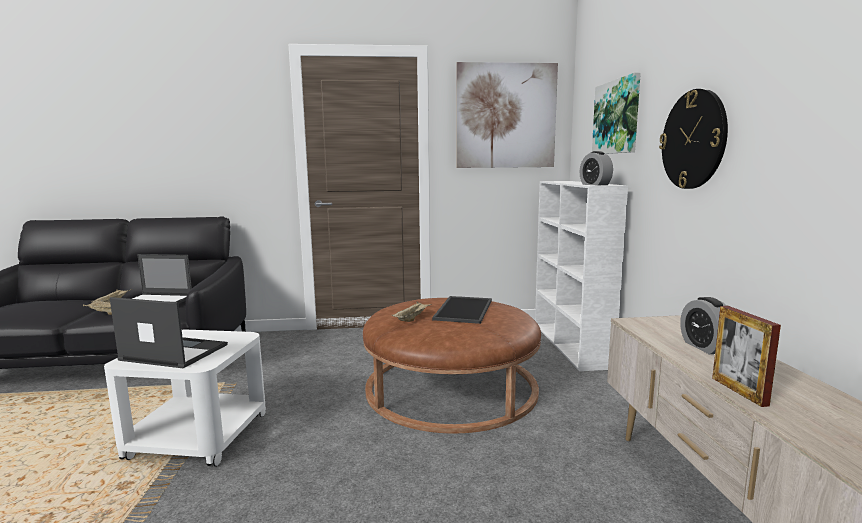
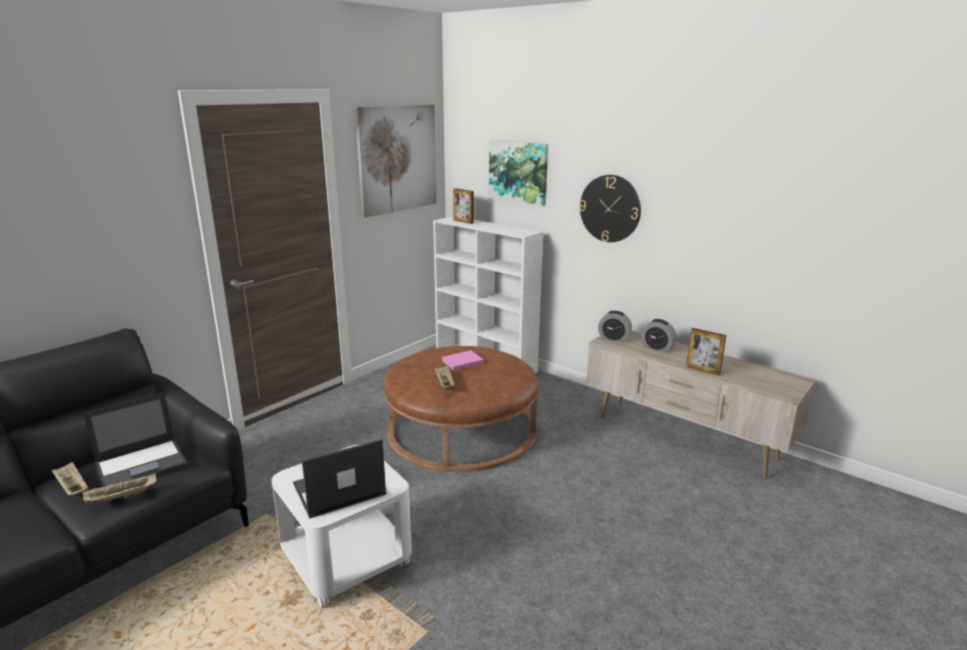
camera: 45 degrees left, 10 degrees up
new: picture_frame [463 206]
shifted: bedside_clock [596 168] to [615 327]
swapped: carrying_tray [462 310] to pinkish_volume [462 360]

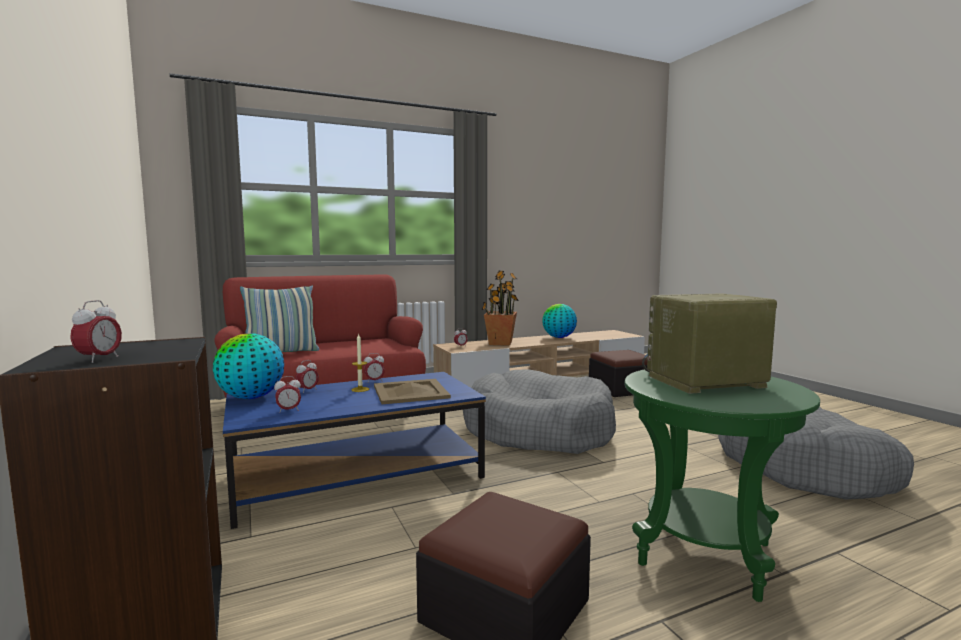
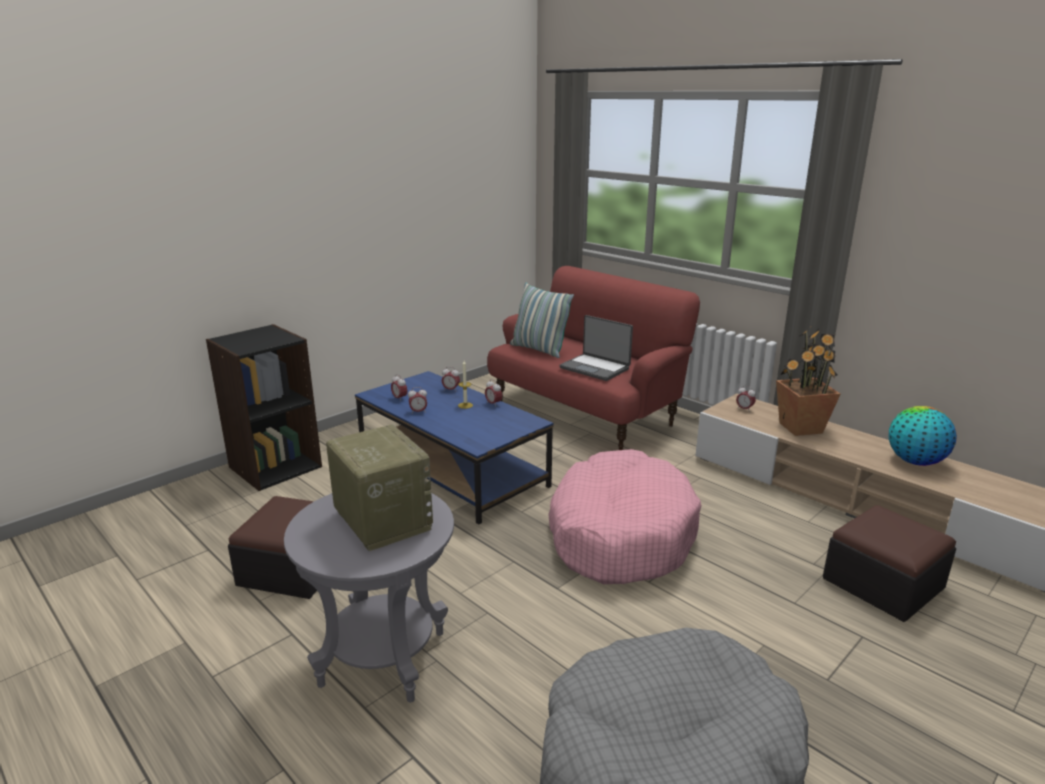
camera: 70 degrees right, 15 degrees up
gone: globe [248 366]; beige_carrying_tray [412 391]
new: laptop [596 348]
shifted: bedside_clock [96 331] to [417 400]
repainted: gray_dog_cushion [539 411] to pinkish_dog_cushion [624 516]; green_end_table [722 485] to gray_end_table [369 597]

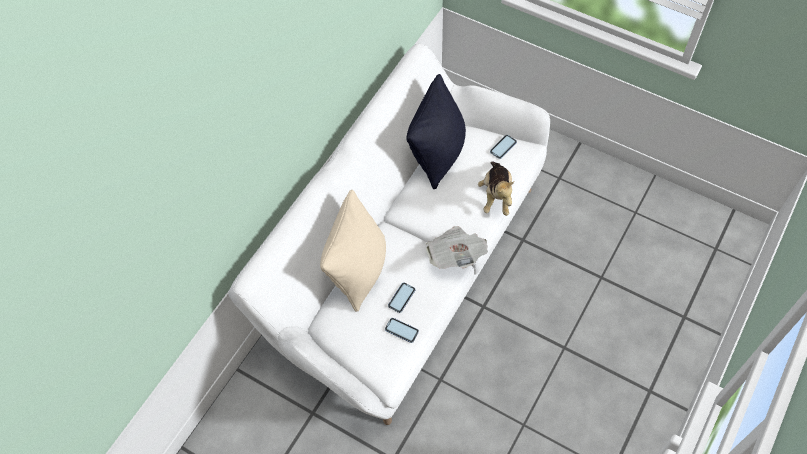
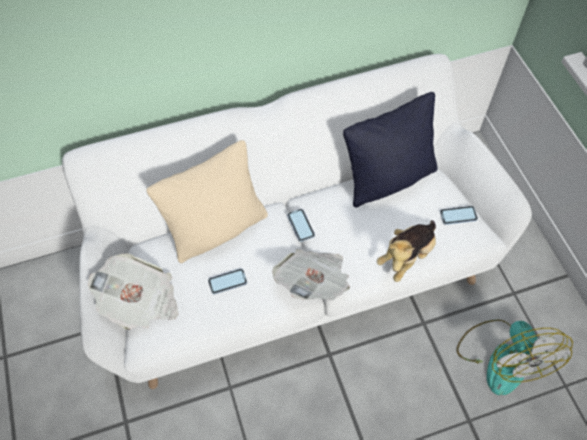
camera: 40 degrees right, 0 degrees up
new: newspaper [133 291]; cooling_fan [515 357]
shifted: telephone [402 330] to [301 225]

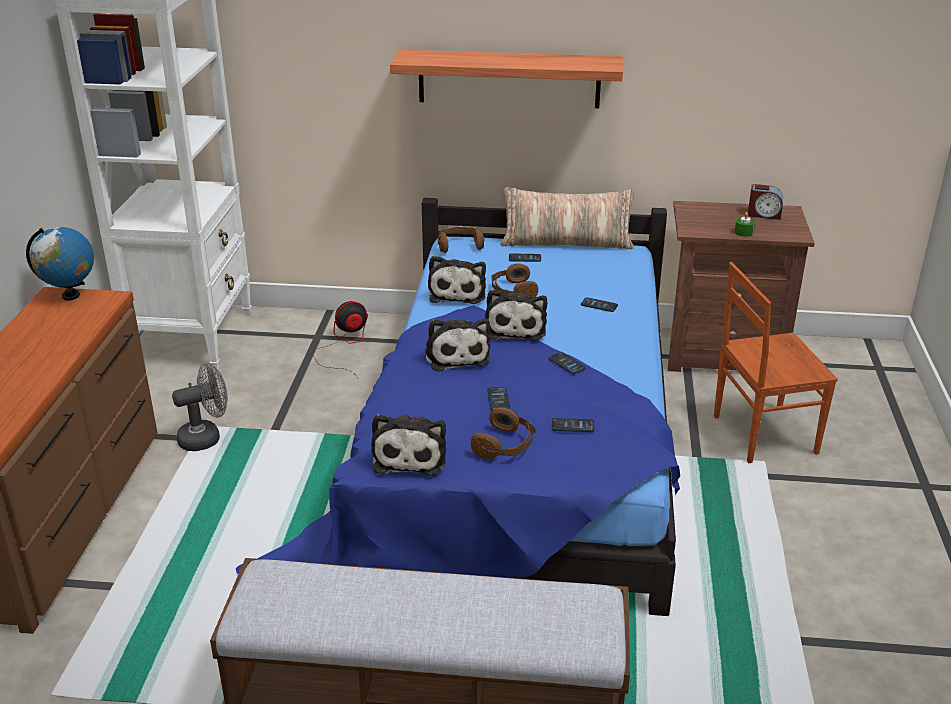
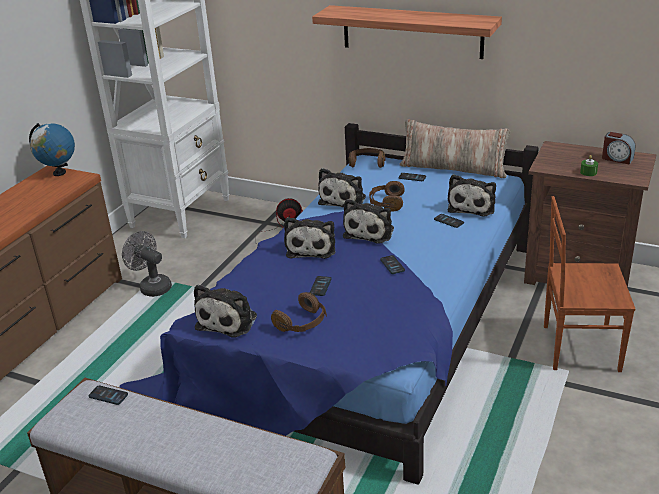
camera: 20 degrees right, 0 degrees up
new: cuddly_toy [472 195]
shifted: telephone [573 425] to [108 395]
rotated: gray_cooling_fan [200 407] = [147 264] 135 degrees counterclockwise

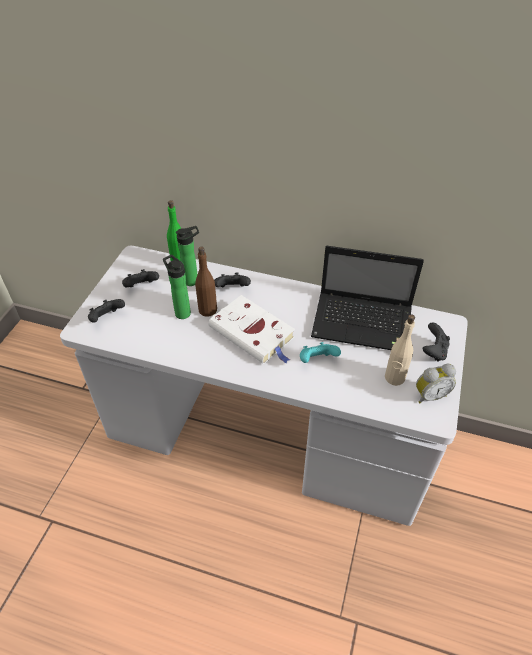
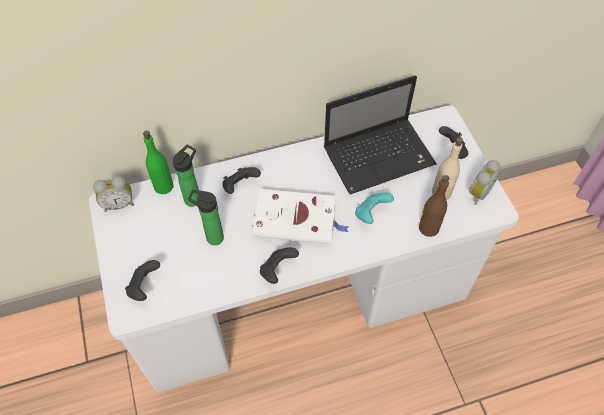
camera: 35 degrees left, 10 degrees up
new: bedside_clock [113 194]
shifted: brown-coloured_drink_bottle [206 281] to [434 206]; blackish_game_controller [140 278] to [279 265]

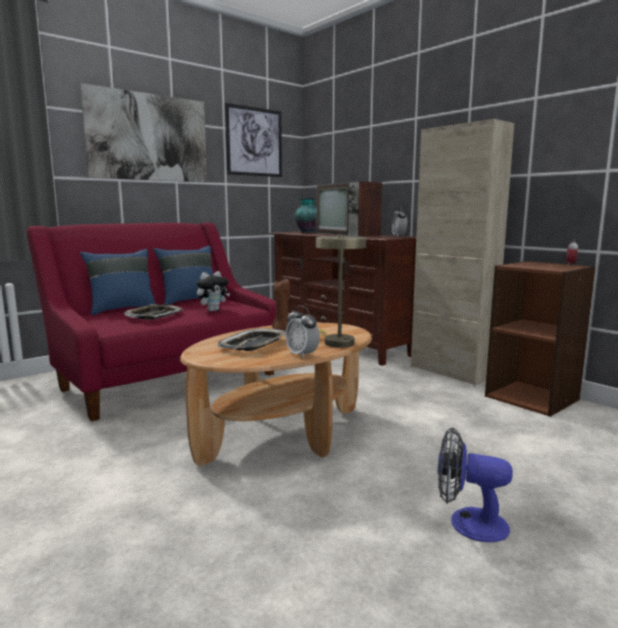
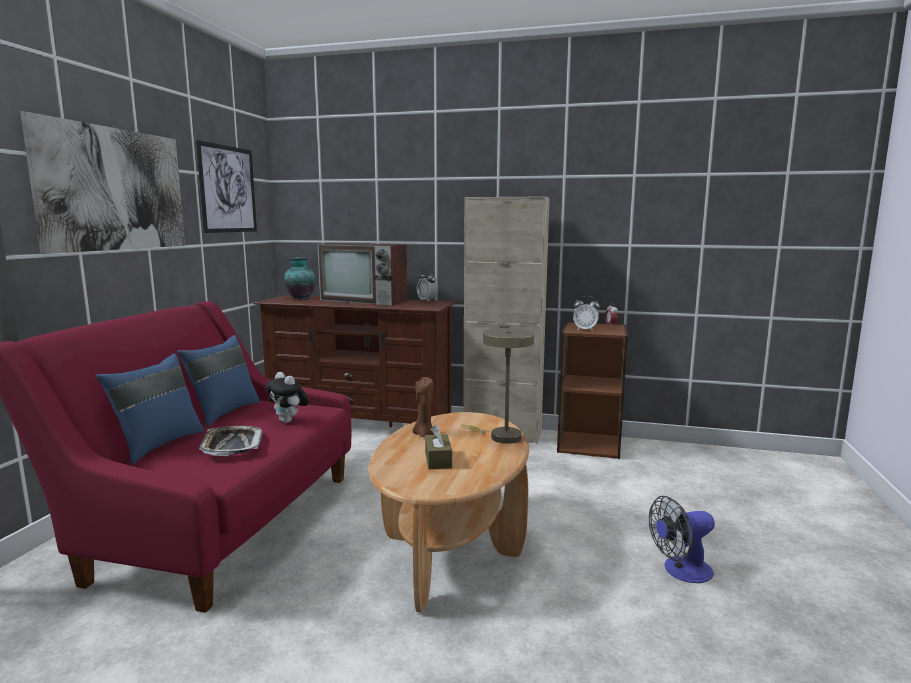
camera: 35 degrees left, 0 degrees up
shifted: bedside_clock [302 332] to [586 313]
swapped: carrying_tray [251 340] to brown-coloured_tissue_box [438 447]
rotated: cuddly_toy [213 291] = [287 397] 120 degrees clockwise

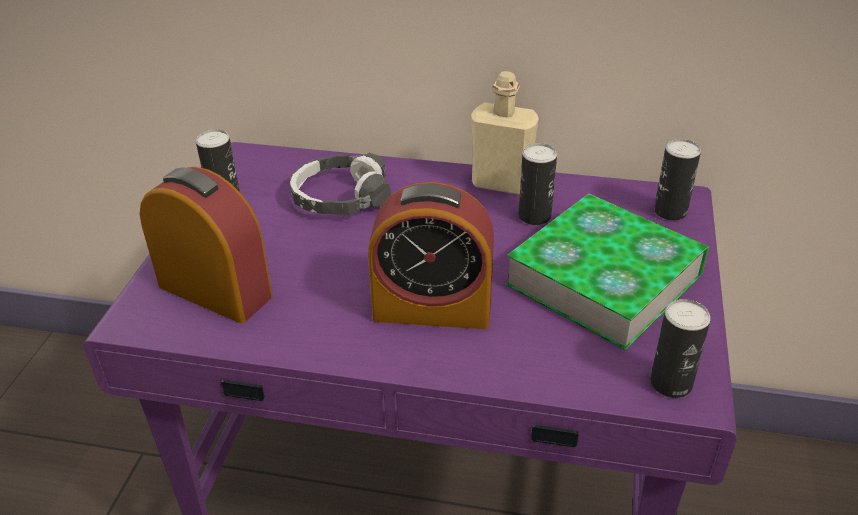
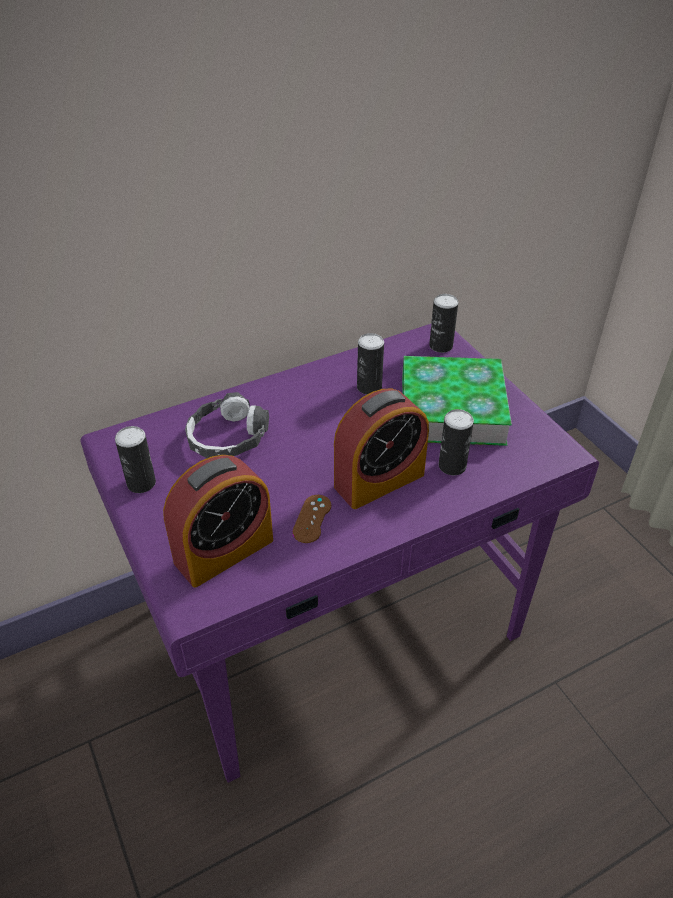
camera: 40 degrees left, 5 degrees up
gone: beige_drink_bottle [505 133]
new: brown-coloured_game_controller [311 519]
shifted: sealed_can [680 348] to [456 442]
rotated: bedside_clock [206 245] = [218 521] 150 degrees clockwise

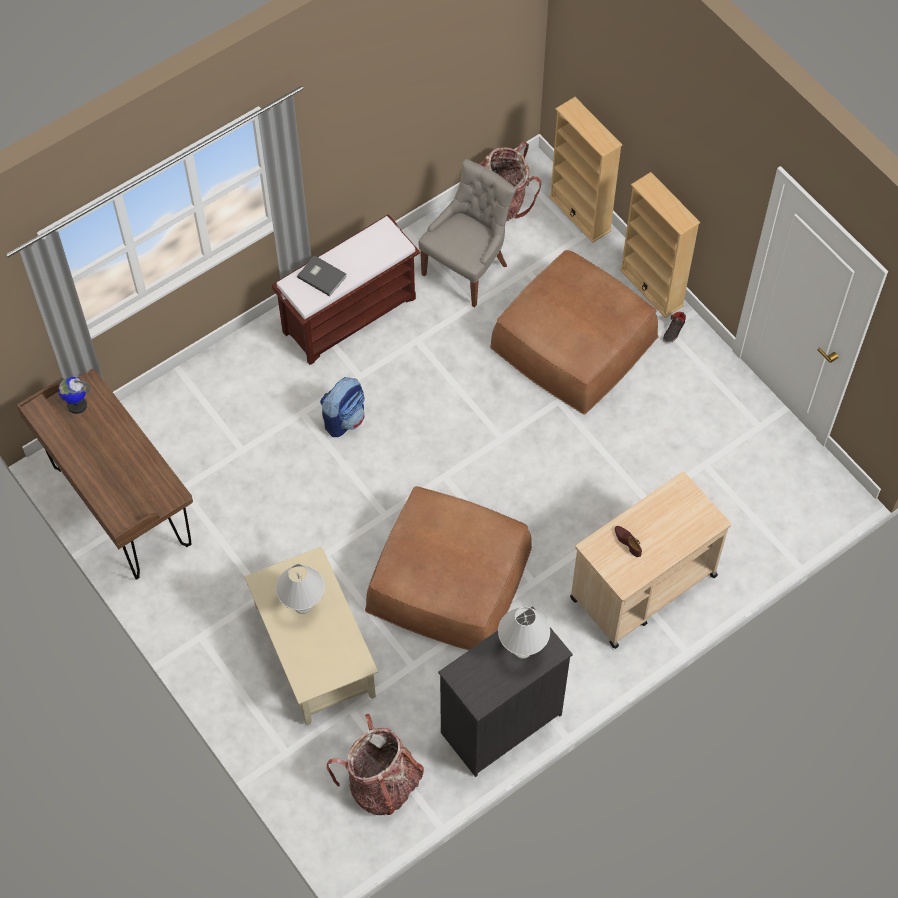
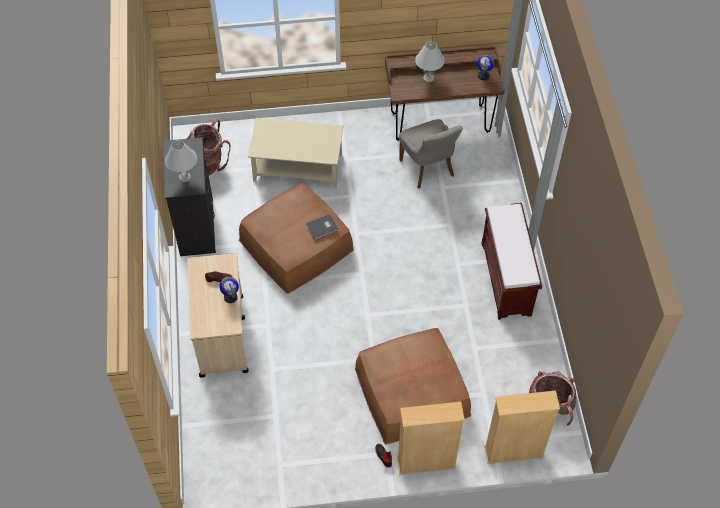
camera: 120 degrees right, 5 degrees down
gone: backpack [342 407]
new: globe [229 290]
shifted: gray_chair [467 233] to [431 154]; gray_volume [322 275] to [322 227]; white-coloured_table_lamp [300 589] to [430 61]

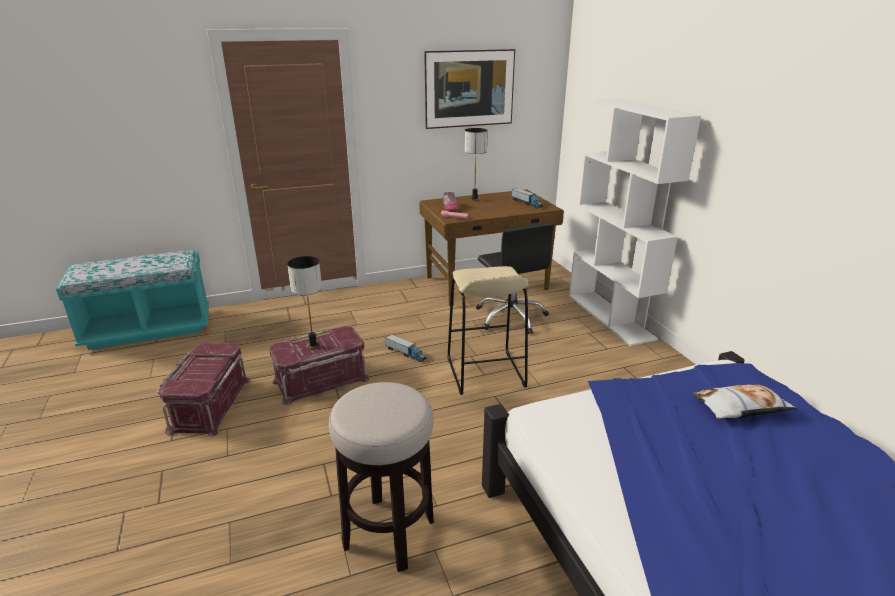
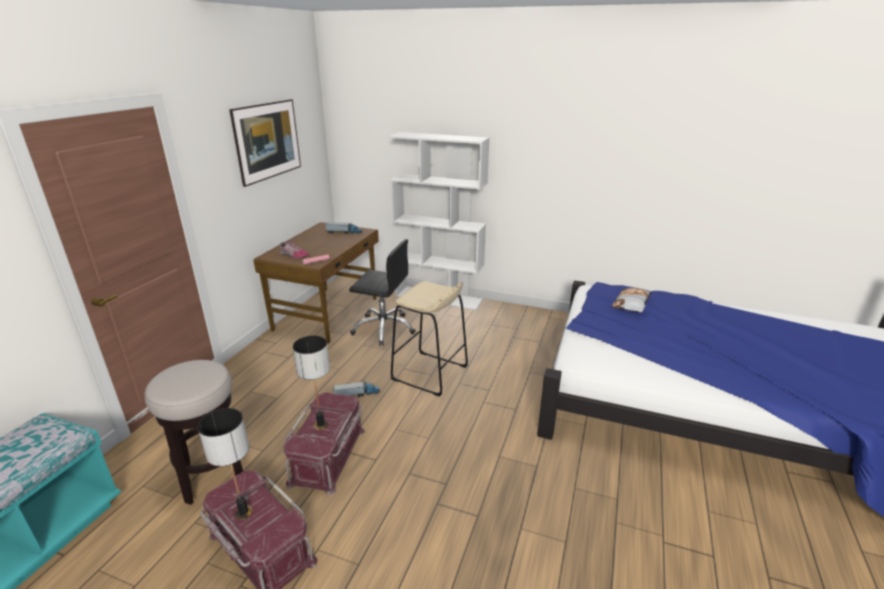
camera: 50 degrees left, 0 degrees up
shifted: table_lamp [476 164] to [225 464]; stool [381 477] to [193 432]

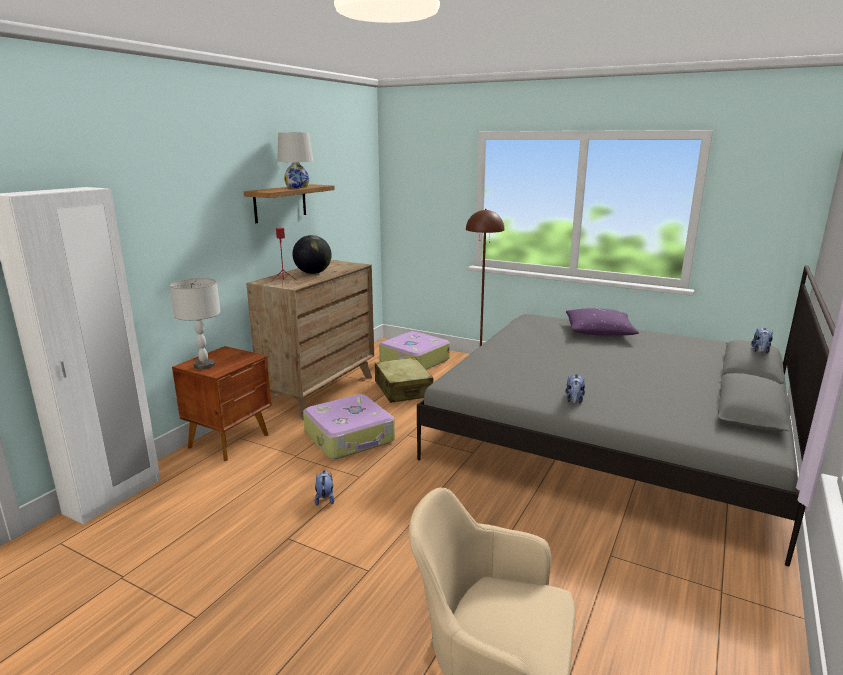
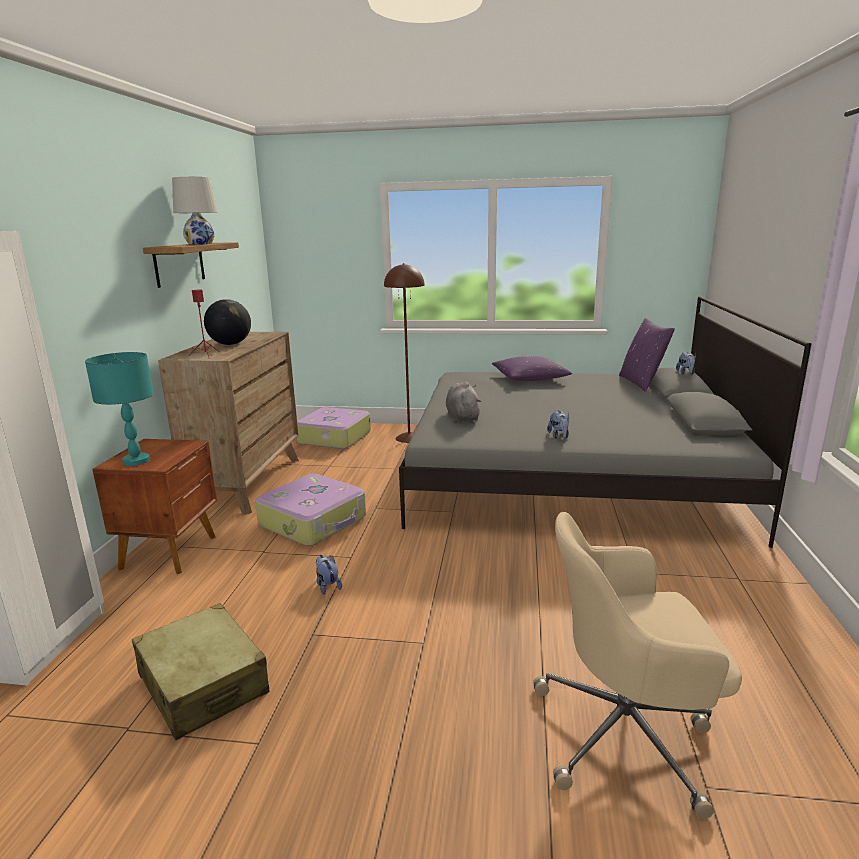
camera: 20 degrees left, 0 degrees up
new: purple_cushion [647 354]; gray_cuddly_toy [463 401]
shifted: beige_piece_of_luggage [404 380] to [200 671]
repainted: gray_table_lamp [195 323] to turquoise-coloured_table_lamp [119 409]

